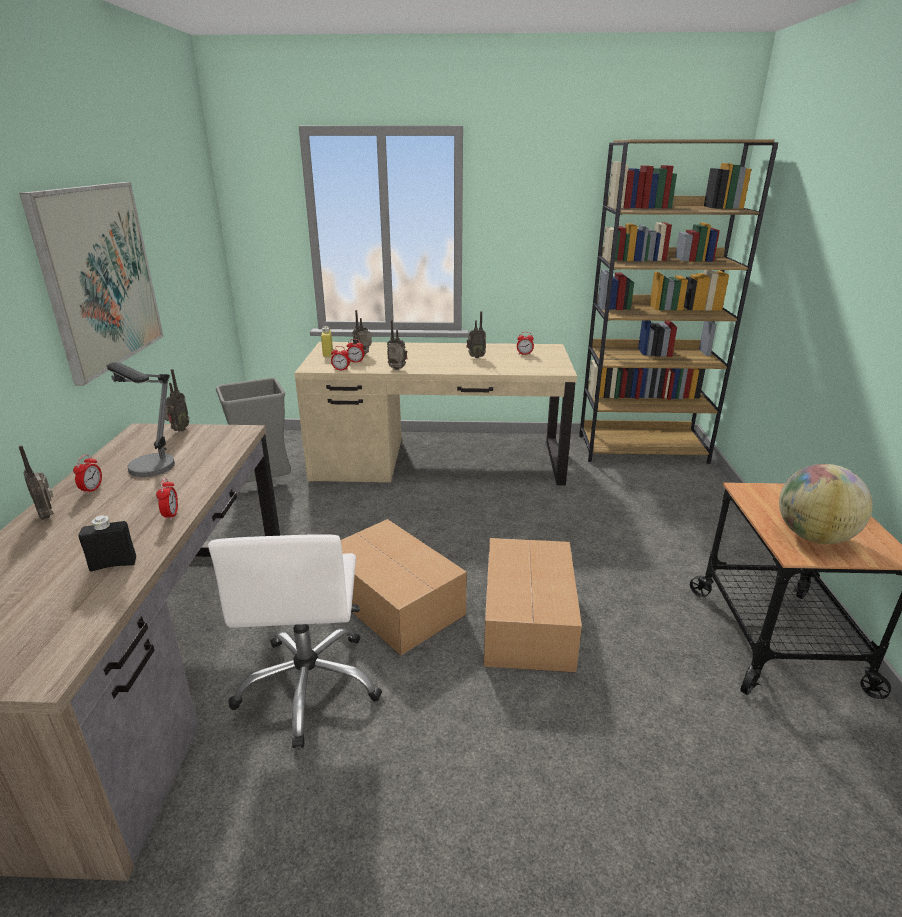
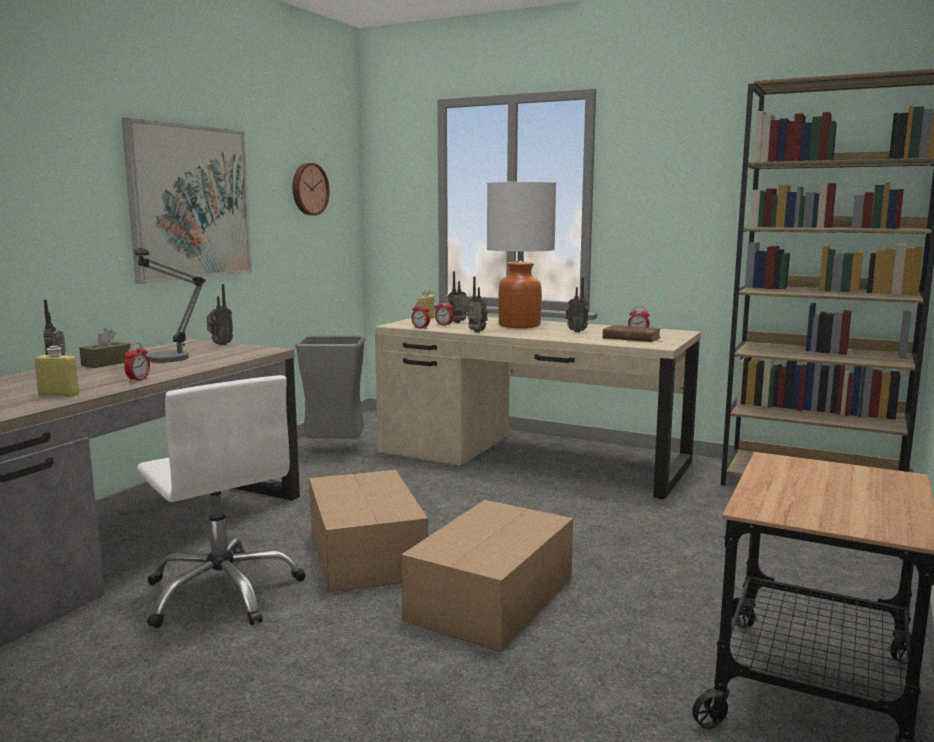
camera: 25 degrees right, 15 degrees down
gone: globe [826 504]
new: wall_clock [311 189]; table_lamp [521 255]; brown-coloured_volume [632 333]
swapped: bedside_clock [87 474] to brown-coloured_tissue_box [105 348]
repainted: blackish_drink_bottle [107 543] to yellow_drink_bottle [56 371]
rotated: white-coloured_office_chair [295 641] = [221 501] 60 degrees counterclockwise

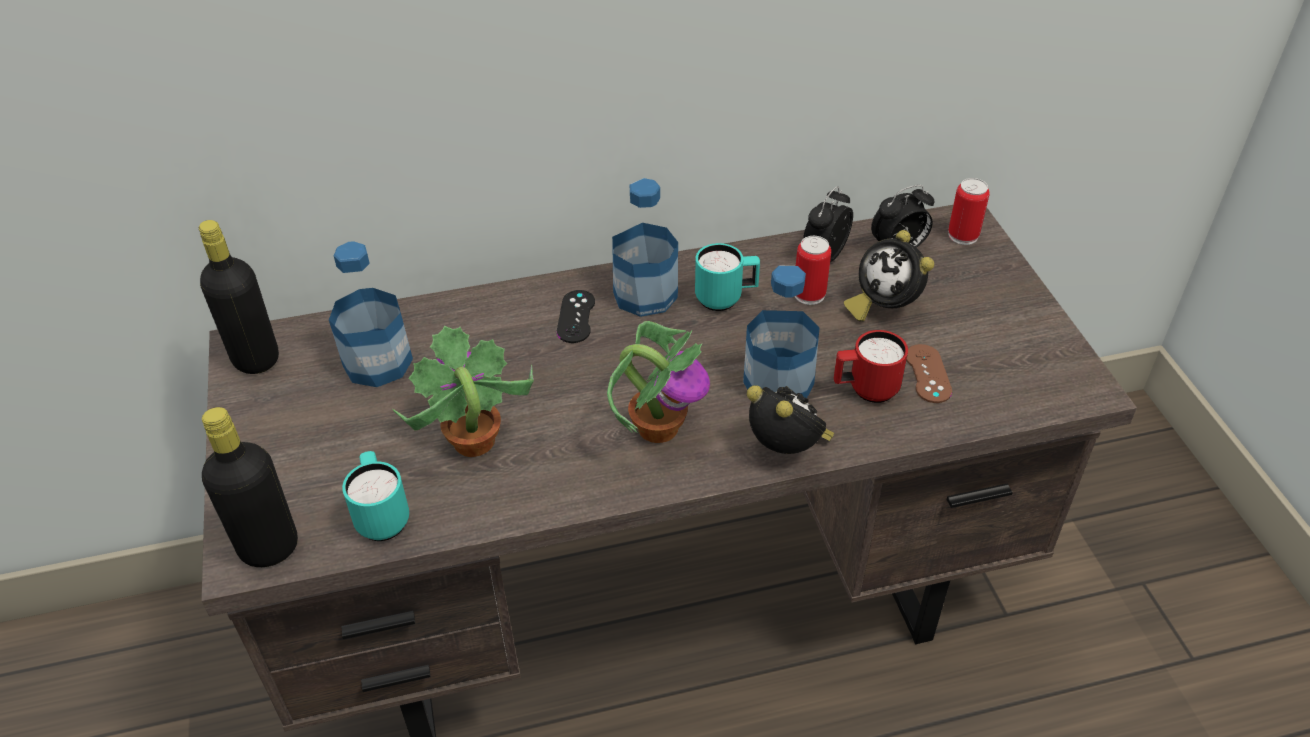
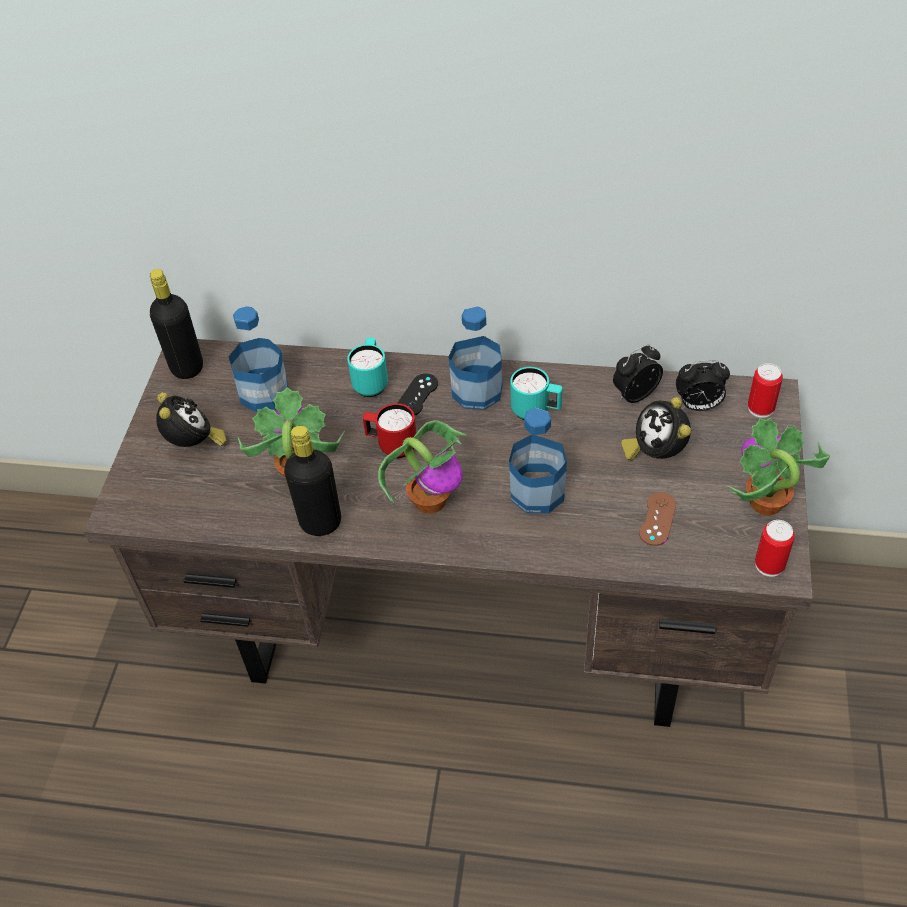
camera: 25 degrees right, 5 degrees up
new: plant_in_a_pot [778 467]
shifted: sealed_can [813 270] to [775 548]; reddish_mug [871 366] to [390 430]; bedside_clock [790 419] to [191 419]; blackish_drink_bottle [250 487] to [312 481]; turquoise-coloured_mug [375 496] to [367 367]

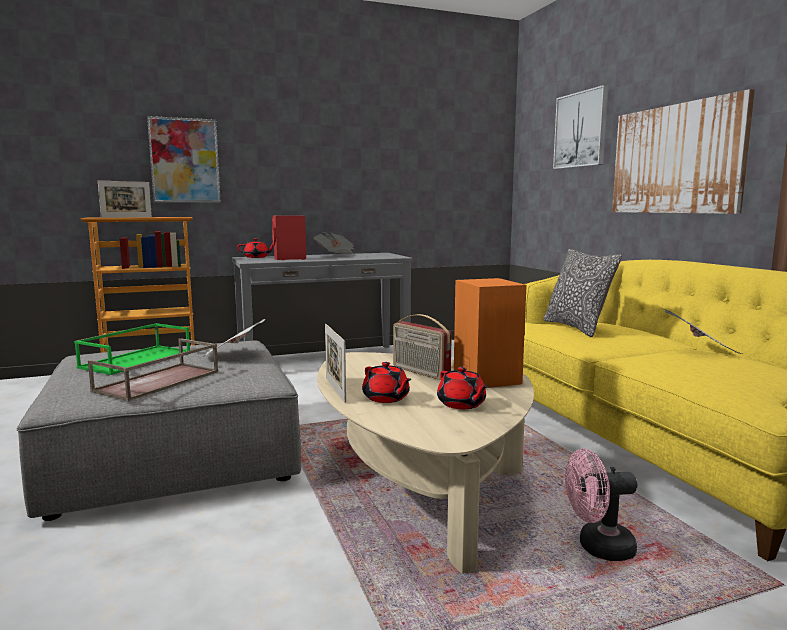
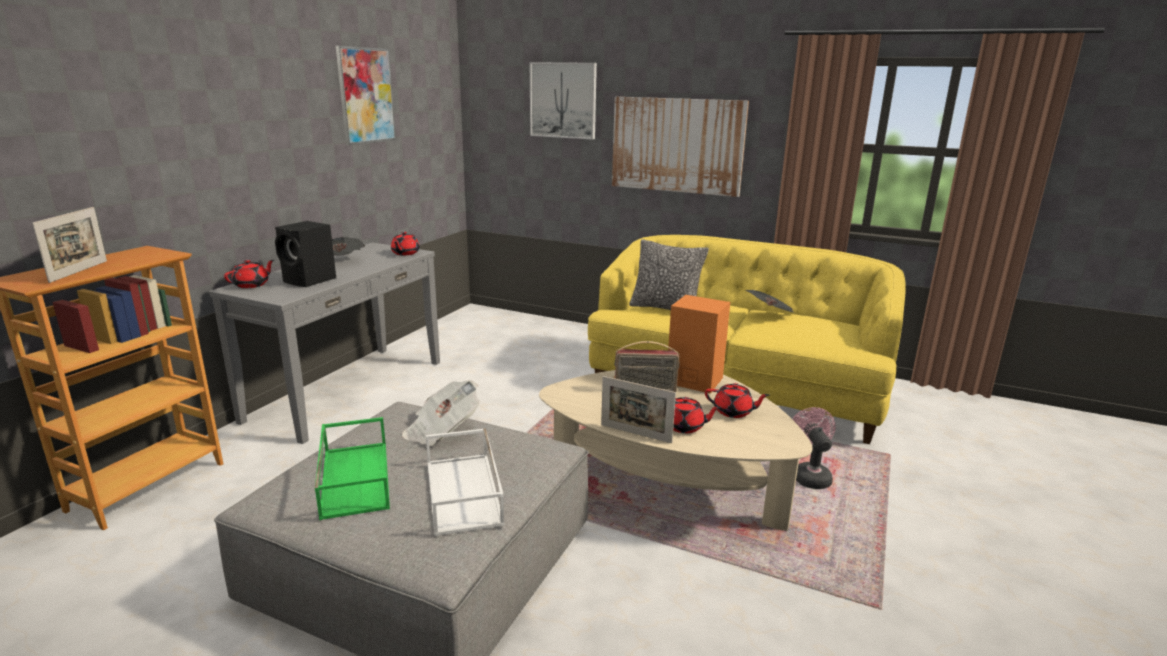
camera: 45 degrees left, 10 degrees up
new: reddish_tea_pot [405 243]
shifted: wall_picture [184 159] to [366 95]
repainted: reddish_speaker [289 238] to blackish_speaker [305 254]; brown-coloured_carrying_tray [153 369] to white-coloured_carrying_tray [465 482]
rotated: pinkish_cooling_fan [601 504] = [814 448] 135 degrees clockwise

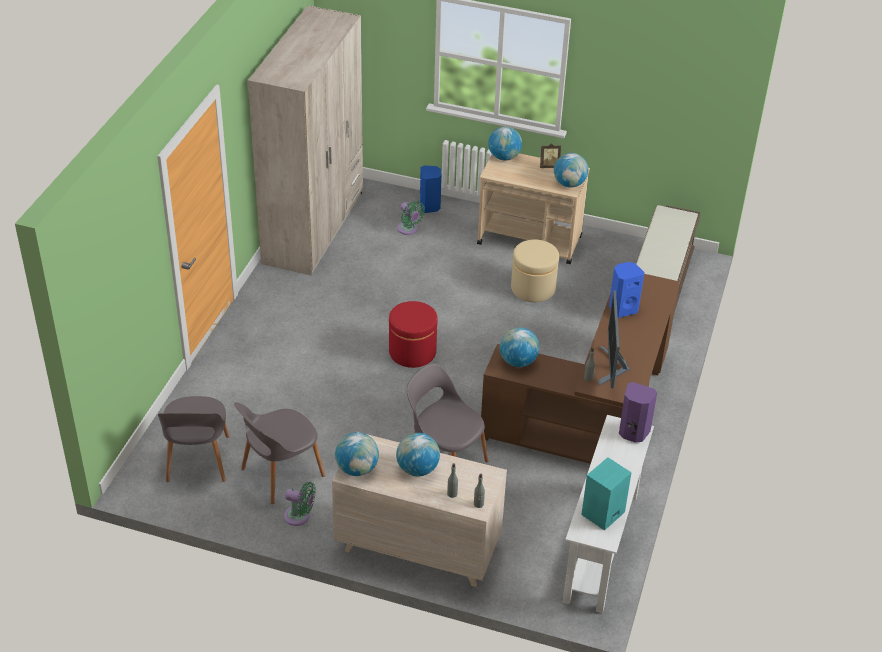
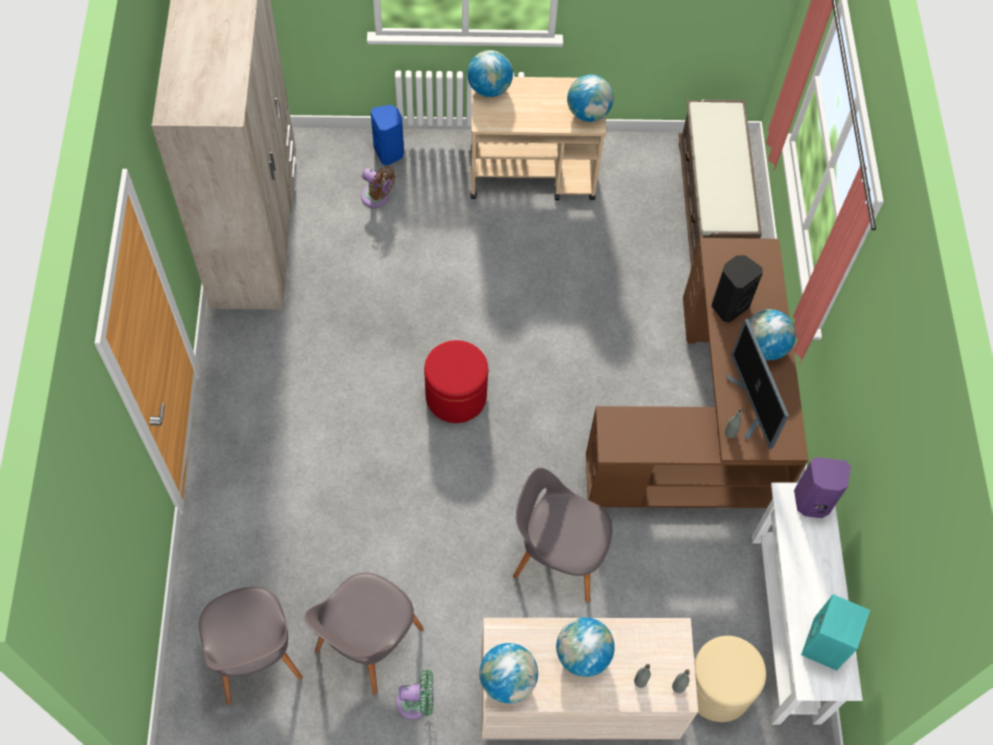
camera: 20 degrees left, 20 degrees up
gone: picture_frame [550 155]
shifted: beige_footrest [535 270] to [730 679]; globe [519 347] to [772 334]
repainted: green_cooling_fan [411 218] to brown-coloured_cooling_fan [378 187]; blue_speaker [626 290] to blackish_speaker [737 288]

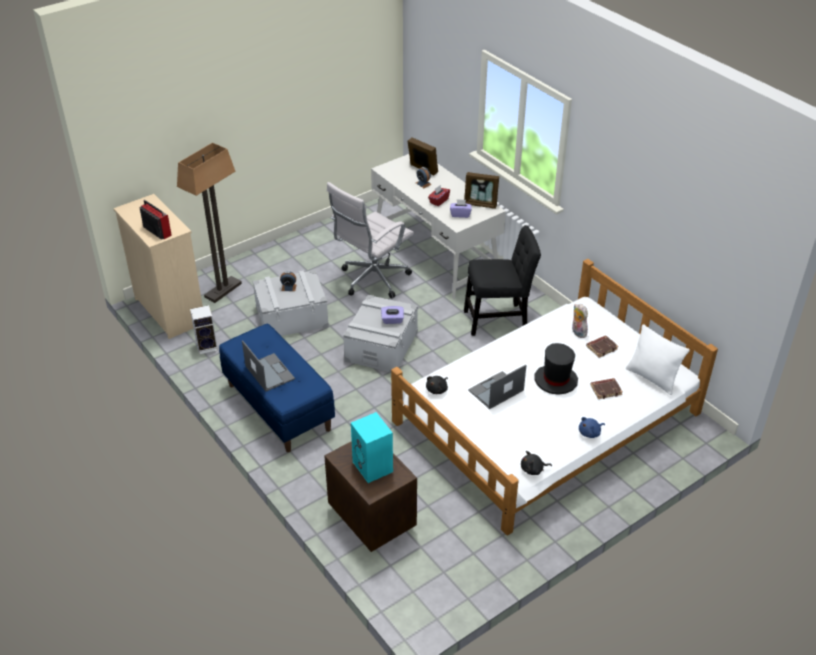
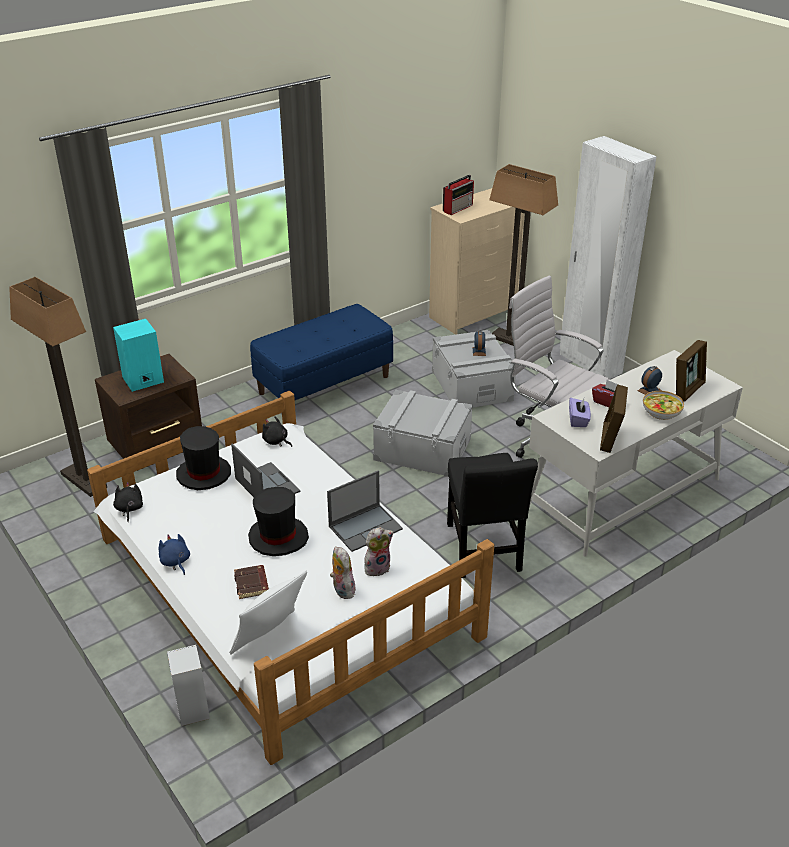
camera: 90 degrees right, 5 degrees down
gone: purple_tissue_box [392 315]
new: white-coloured_armoire [608 257]; floor_lamp [58 387]; deep_dish [663 405]; blackish_hat [203 458]
shifted: speaker [204 330] to [188 685]; laptop [268 366] to [365 511]
swapped: brown-coloured_volume [602 346] to cuddly_toy [342 573]

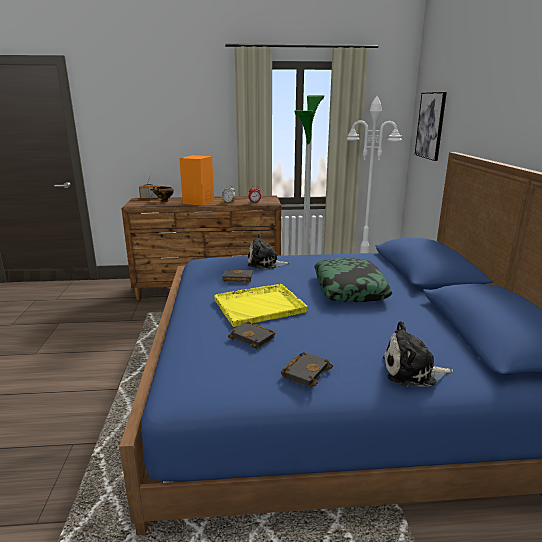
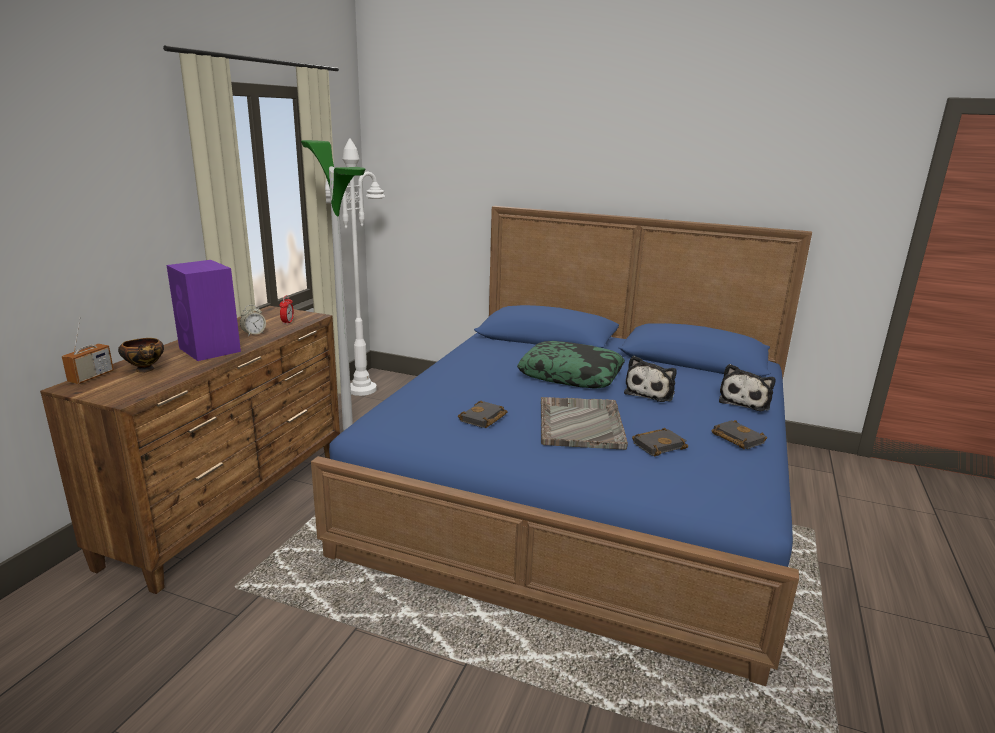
camera: 65 degrees left, 0 degrees up
gone: wall_picture [431 126]
shifted: cuddly_toy [269 251] to [650 379]
repainted: orange_speaker [196 180] to purple_speaker [203 310]; yellow_carrying_tray [261 305] to gray_carrying_tray [584 423]

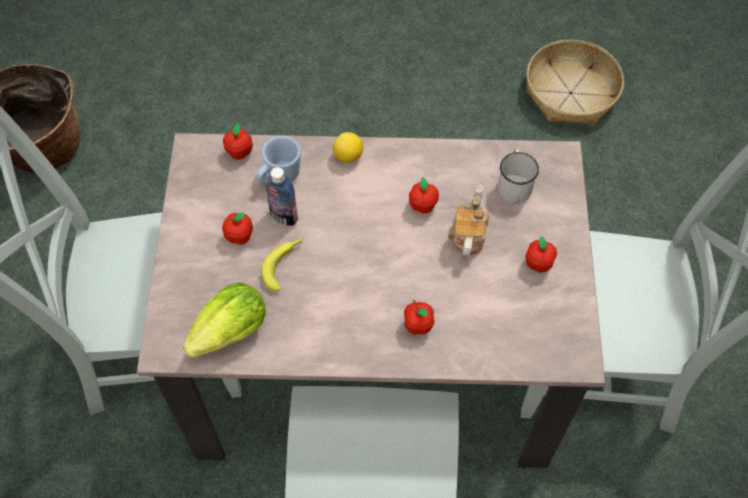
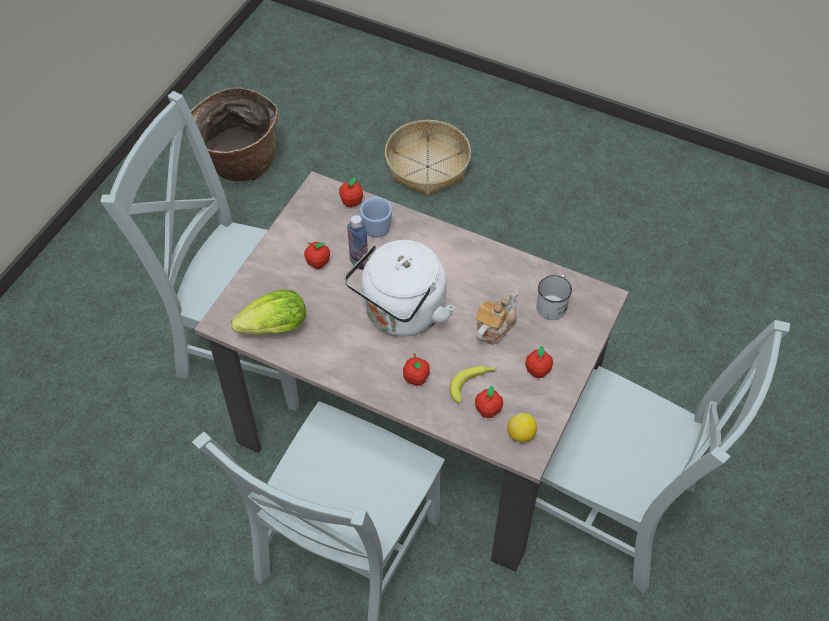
camera: 25 degrees right, 5 degrees down
new: white-coloured_kettle [399 288]
shifted: basket [575 82] to [428 158]; whole_lemon [348 147] to [522 427]; whole_apple [424 196] to [489 402]; whole_banana [282 265] to [473 384]

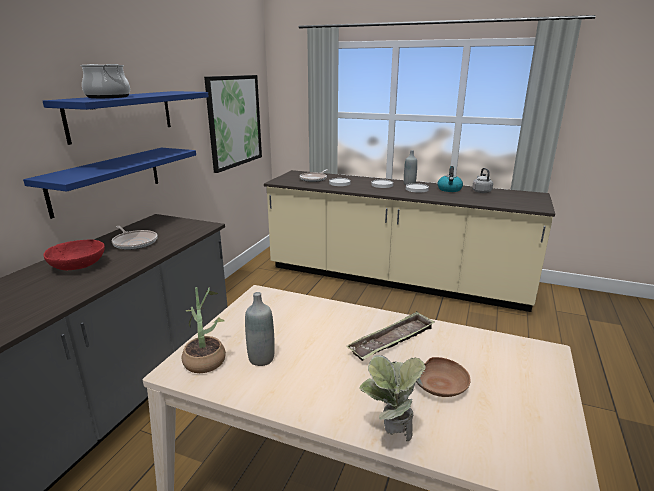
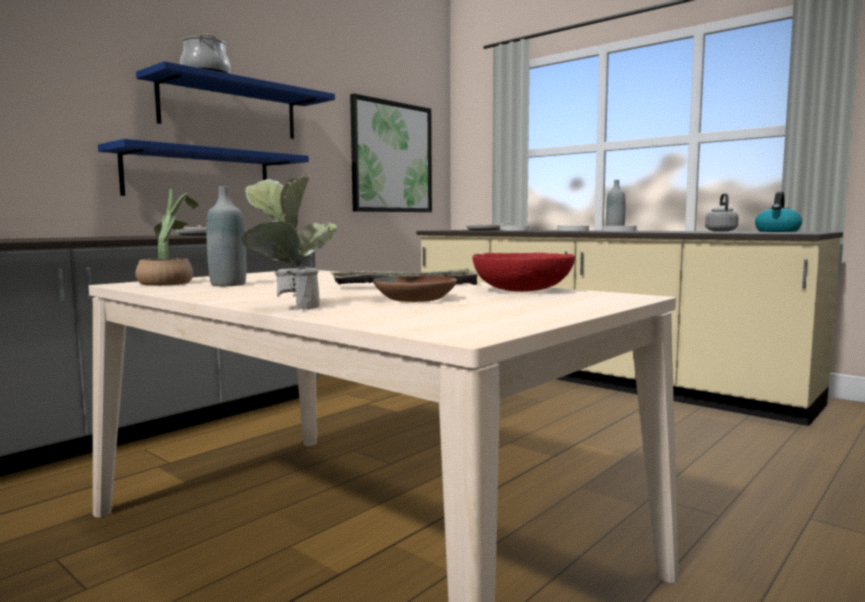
camera: 20 degrees right, 15 degrees down
shifted: kettle [450 179] to [778 211]; reddish_deep_dish [74 255] to [523 272]

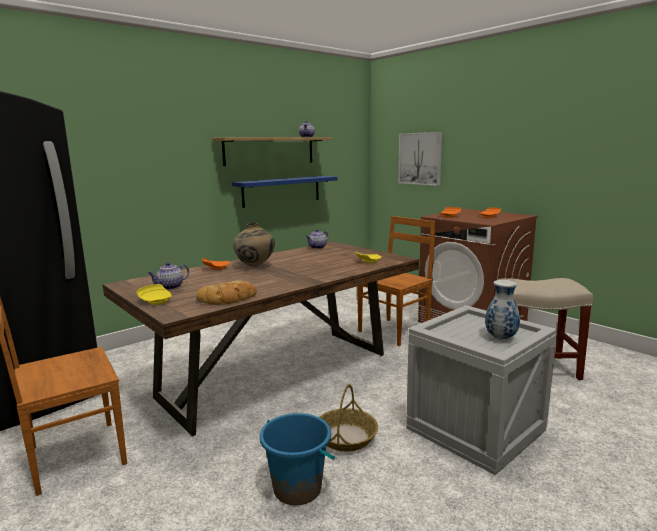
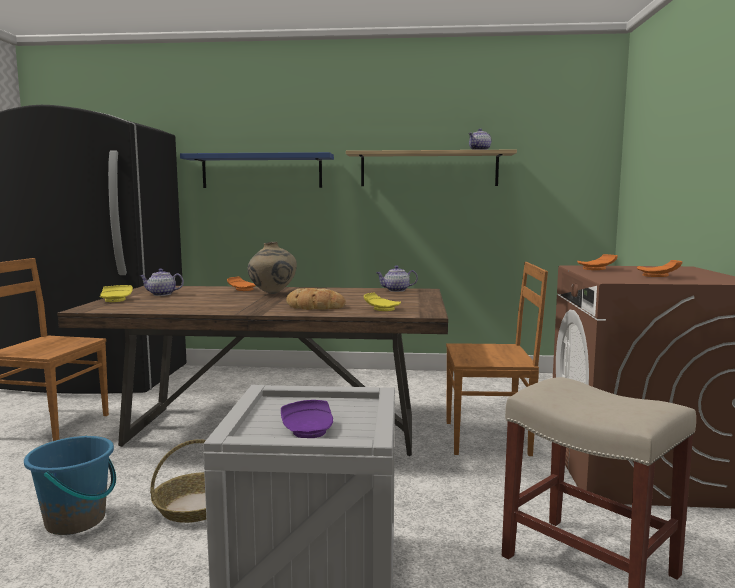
camera: 45 degrees right, 5 degrees down
gone: wall_picture [420 159]
shifted: blue_bracket_shelf [285 192] to [257 170]; bakery_bread [226 292] to [316 299]
swapped: decorative_vase [502 310] to purple_plate [307 419]

